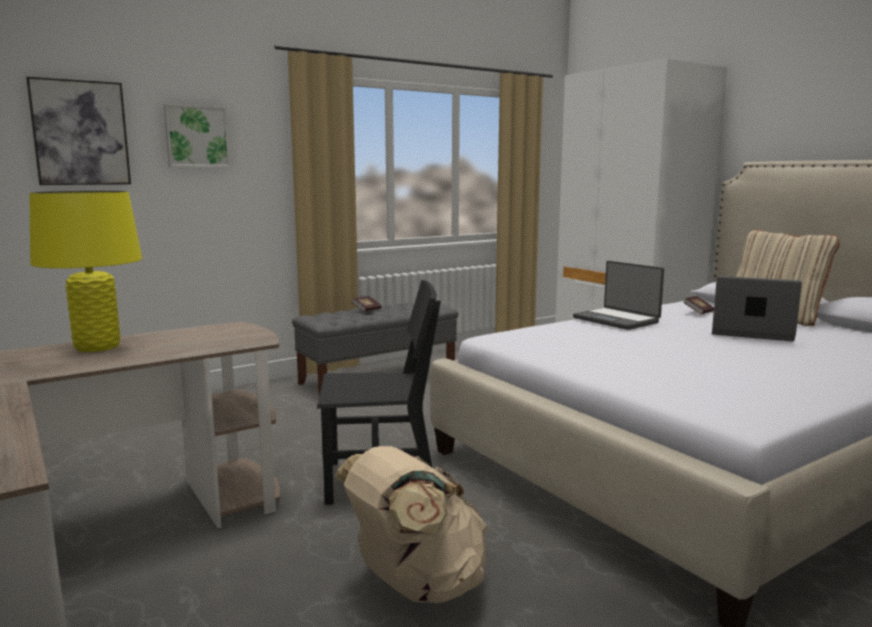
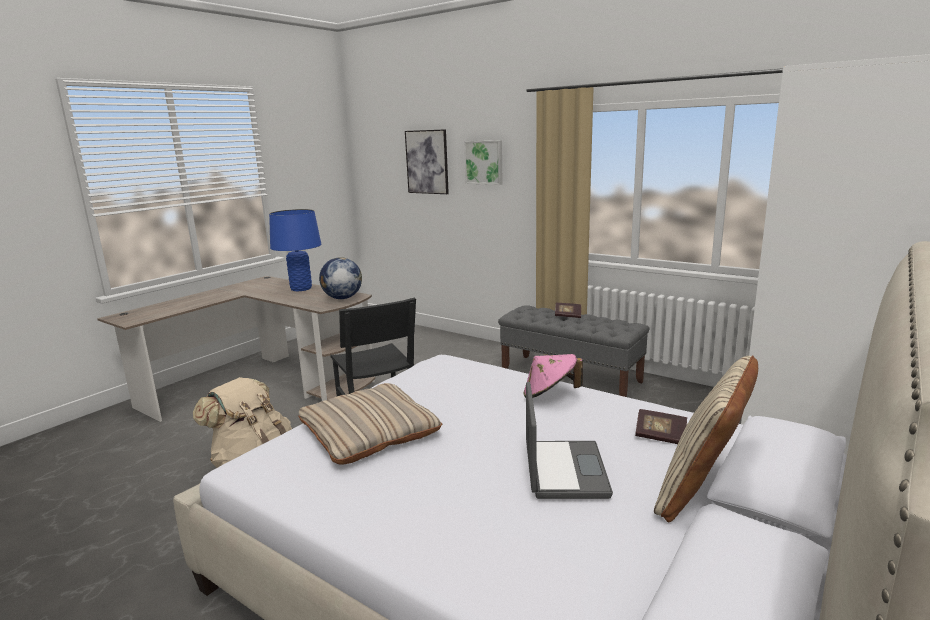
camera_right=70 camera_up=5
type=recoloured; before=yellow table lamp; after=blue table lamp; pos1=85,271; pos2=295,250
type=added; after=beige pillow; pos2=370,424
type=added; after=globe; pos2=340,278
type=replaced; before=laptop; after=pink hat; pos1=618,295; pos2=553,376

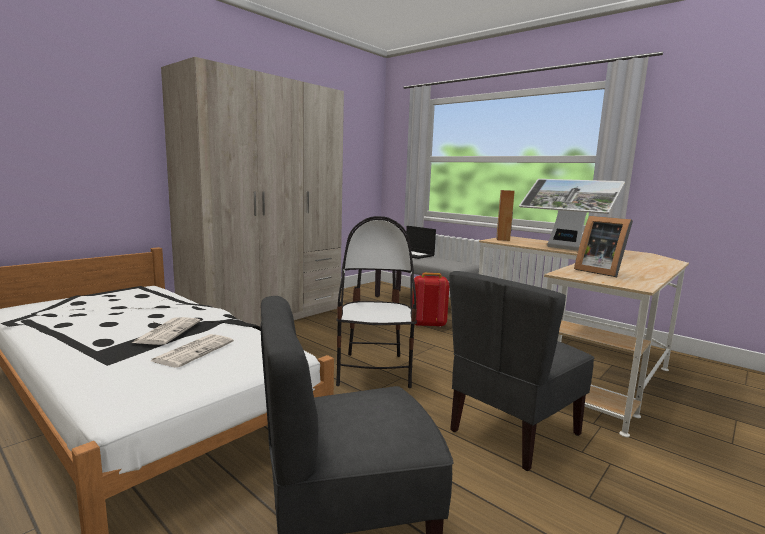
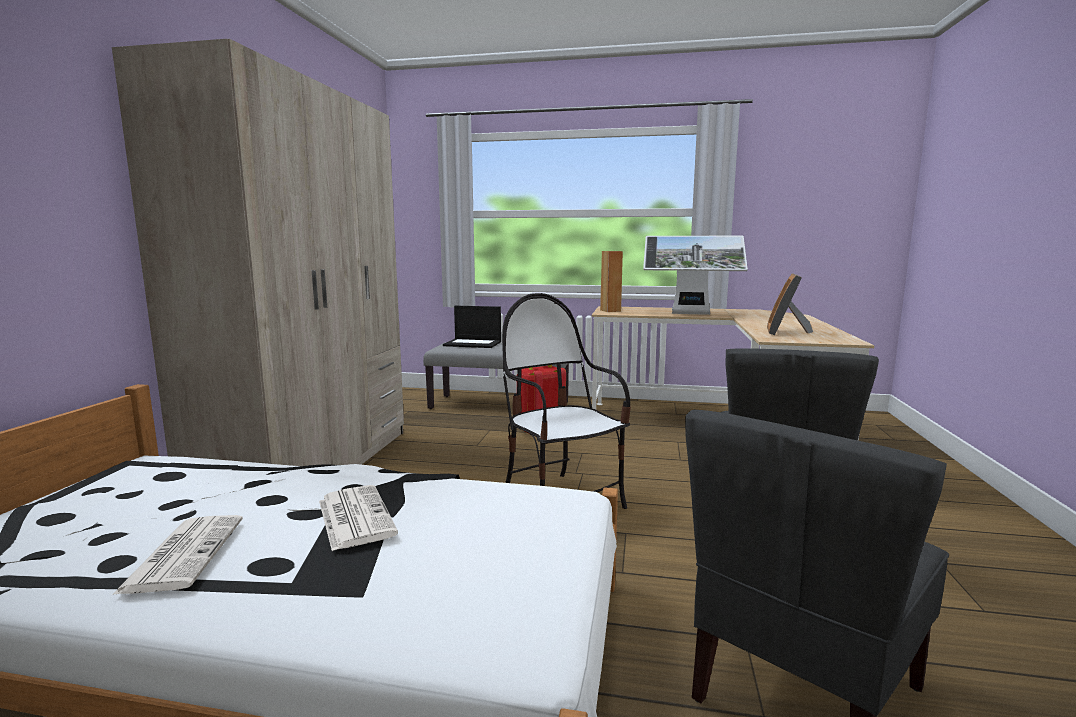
camera_right=-30 camera_up=0
type=moved; before=newspaper; pos1=192,351; pos2=177,555
type=turned; before=picture frame; pos1=603,246; pos2=790,304; turn=90

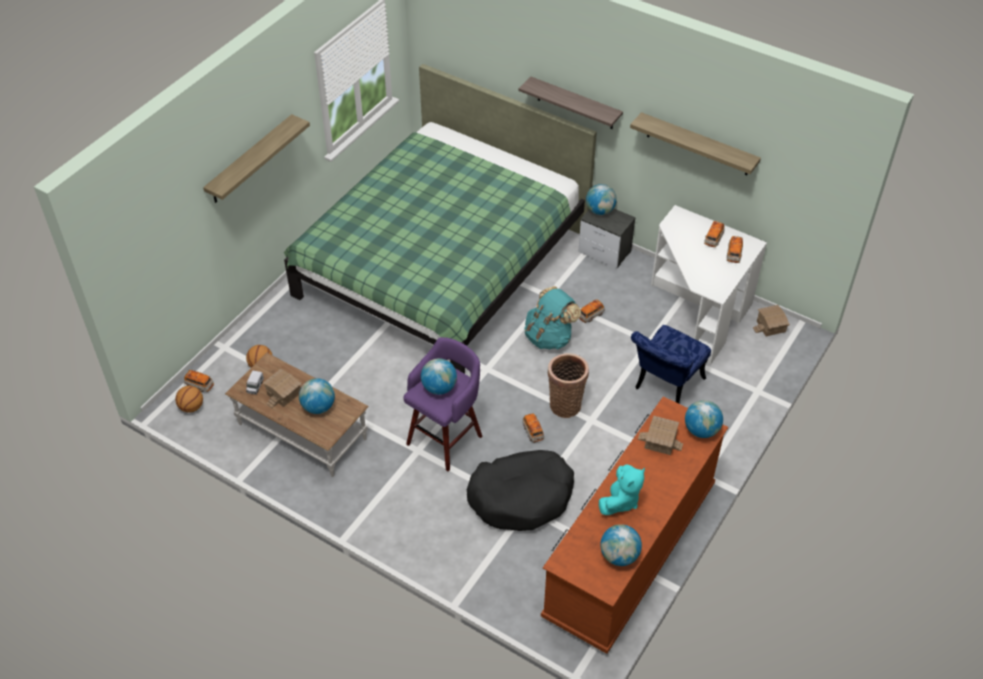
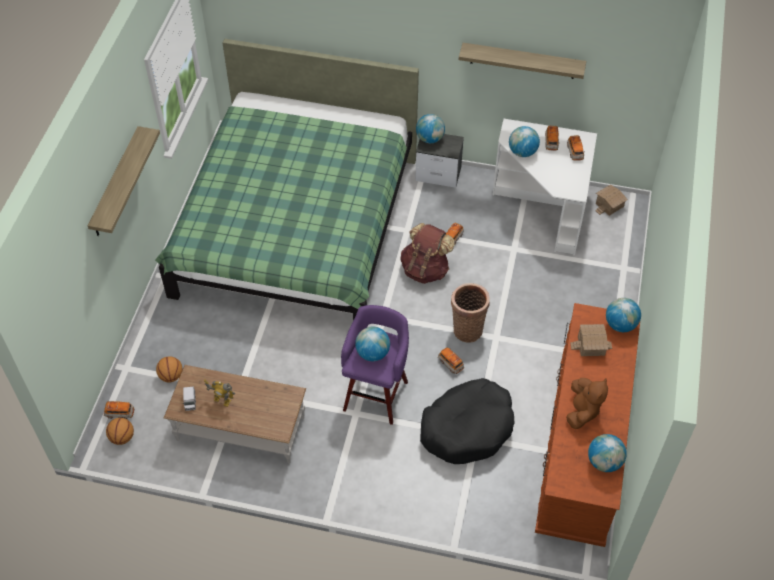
camera_right=-20 camera_up=5
type=replaced; before=toy house; after=toy robot; pos1=282,388; pos2=219,393
type=recoloured; before=turquoise backpack; after=brown backpack; pos1=552,317; pos2=427,253
type=moved; before=globe; pos1=317,396; pos2=524,141
type=recoloured; before=turquoise plush toy; after=brown plush toy; pos1=622,489; pos2=587,403
type=removed; before=shelf; pos1=570,103
type=removed; before=blue chair; pos1=671,364

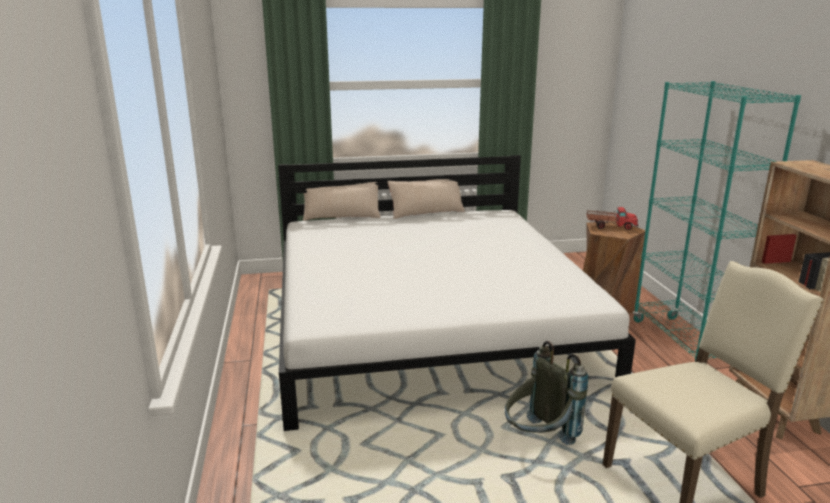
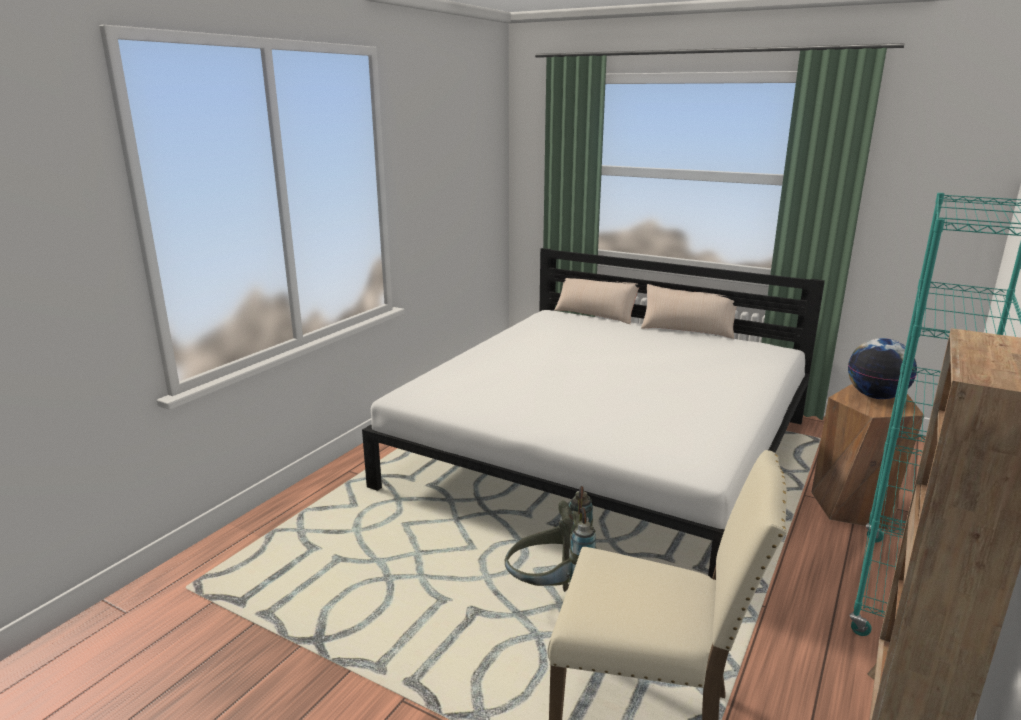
camera_right=40 camera_up=0
type=replaced; before=toy truck; after=globe; pos1=612,218; pos2=882,368

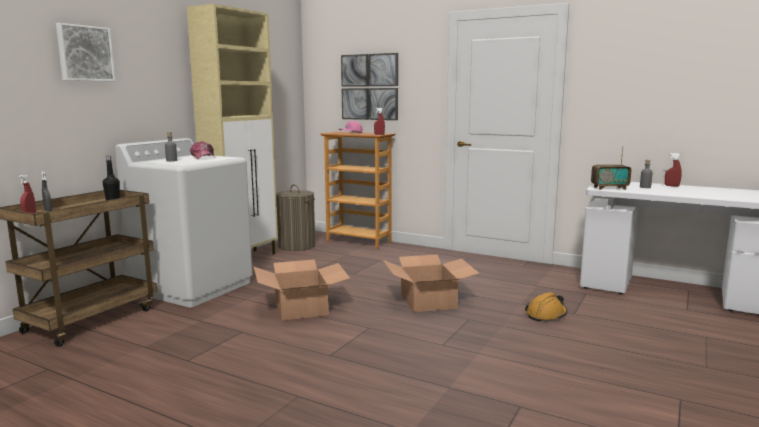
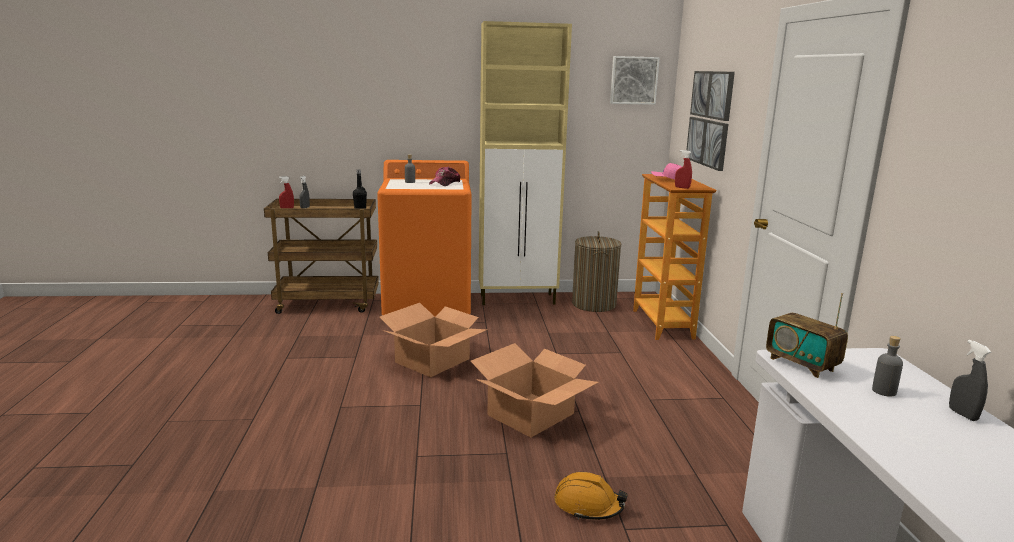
camera_right=55 camera_up=5
type=recoloured; before=white washing machine; after=orange washing machine; pos1=183,223; pos2=424,238
type=moved; before=picture; pos1=85,52; pos2=635,80
type=recoloured; before=red spray bottle; after=grey spray bottle; pos1=673,170; pos2=970,380

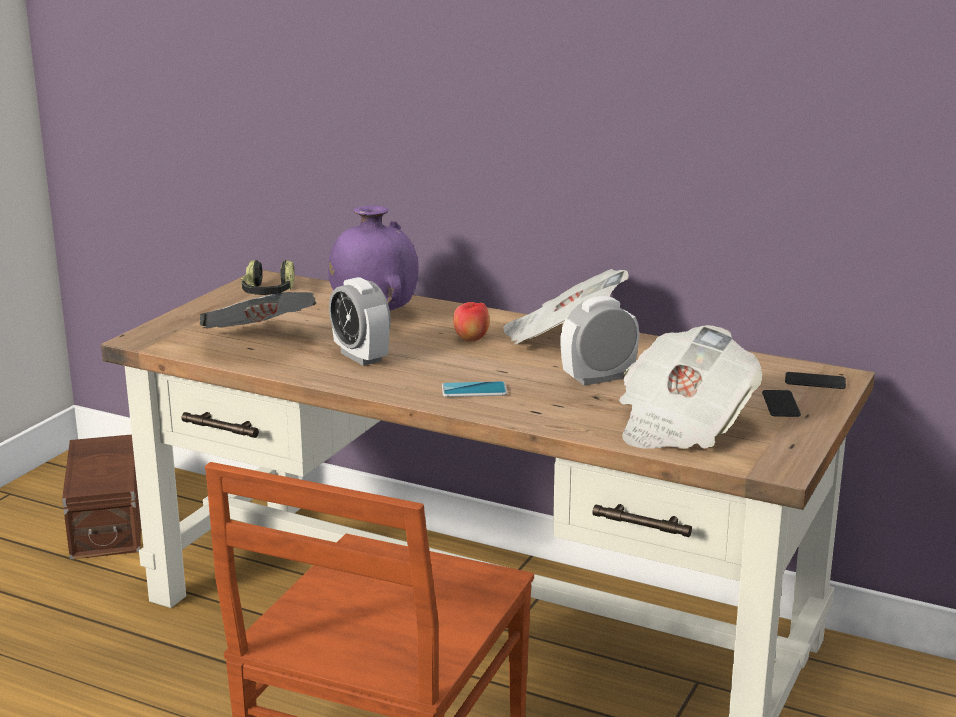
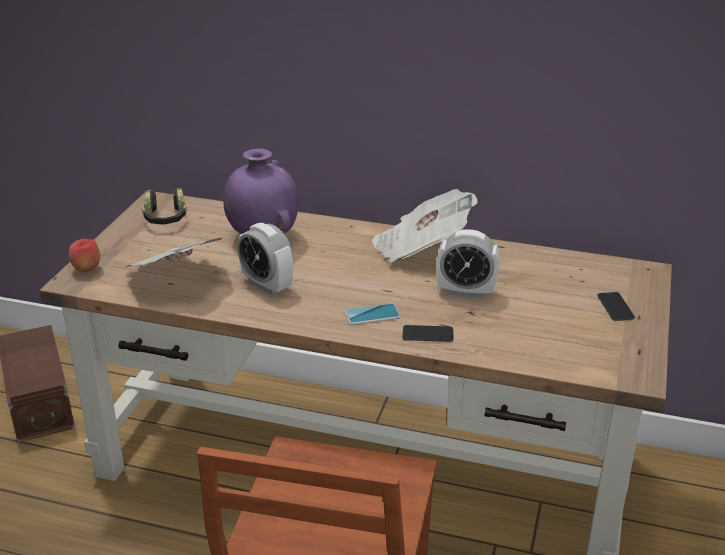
camera_right=-10 camera_up=10
type=moved; before=apple; pos1=471,322; pos2=84,255
type=moved; before=phone; pos1=815,380; pos2=428,333
type=turned; before=alarm clock; pos1=600,341; pos2=468,263; turn=-135
type=removed; before=newspaper; pos1=691,387

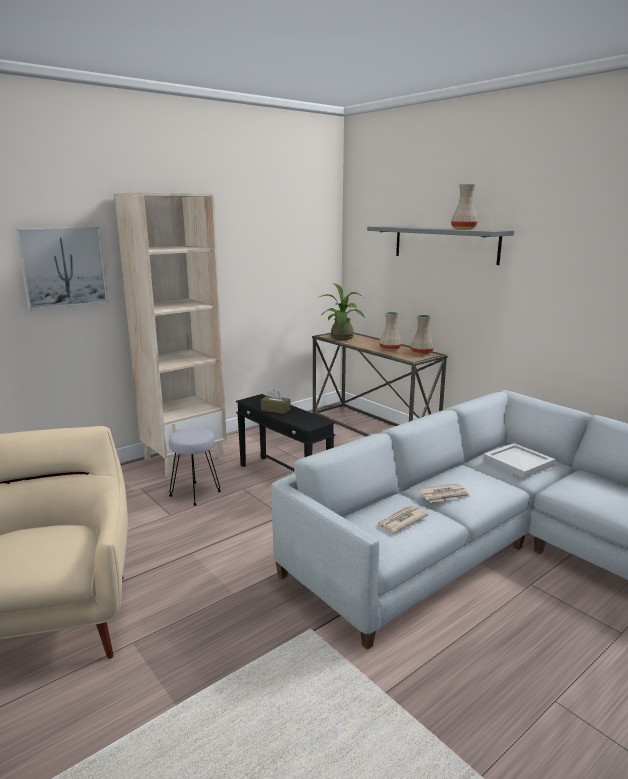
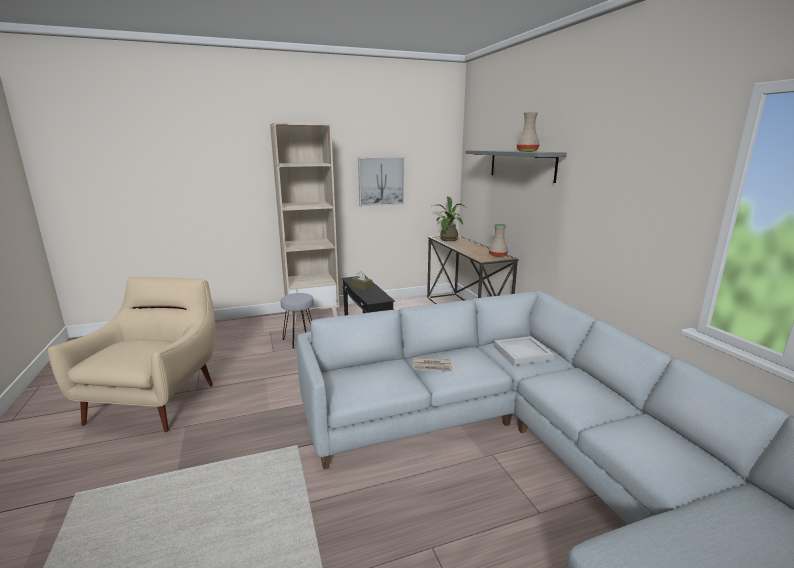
camera_right=20 camera_up=0
type=moved; before=picture; pos1=62,269; pos2=381,181
type=removed; before=newspaper; pos1=403,519
type=removed; before=beige vase; pos1=390,331

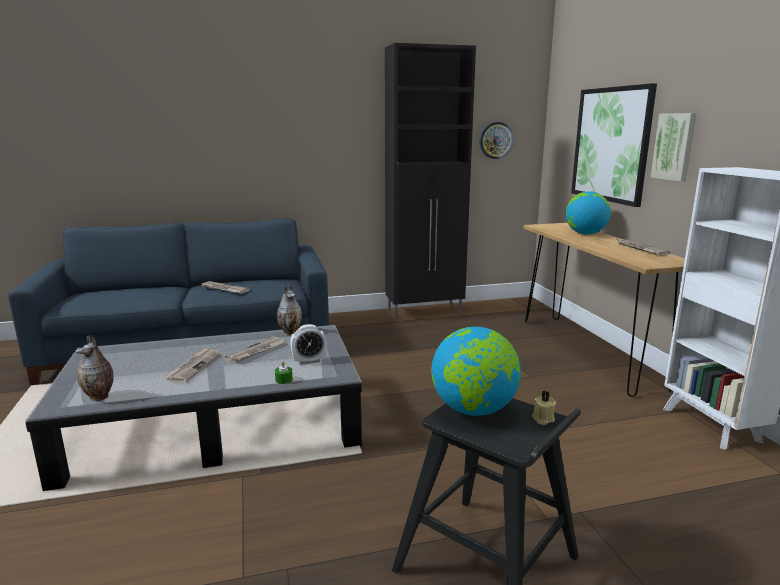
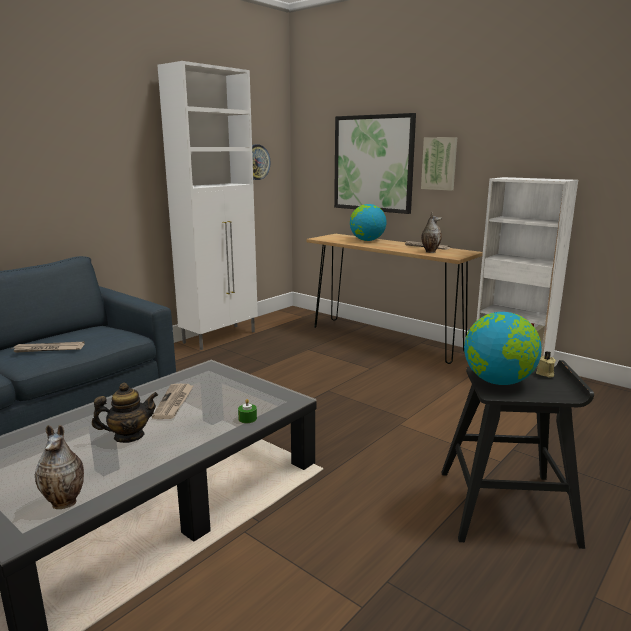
camera_right=-35 camera_up=0
type=replaced; before=newspaper; after=teapot; pos1=192,365; pos2=125,413
type=recoloured; before=black cabinet; after=white cabinet; pos1=430,181; pos2=207,205
type=moved; before=vase; pos1=289,309; pos2=431,232
type=removed; before=alarm clock; pos1=308,344

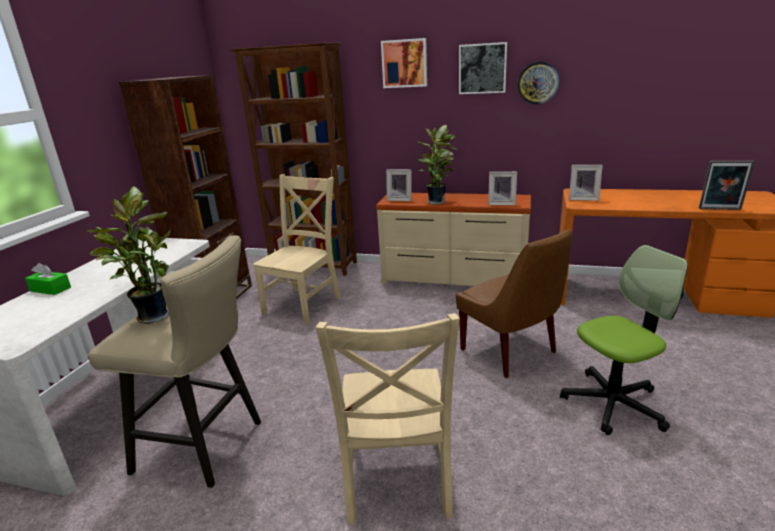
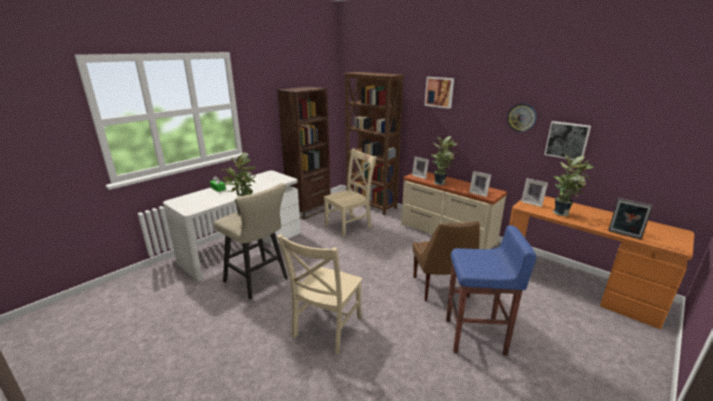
camera_right=25 camera_up=0
type=replaced; before=office chair; after=blue stool; pos1=624,340; pos2=491,290
type=moved; before=picture; pos1=483,68; pos2=567,140
type=added; after=potted plant; pos2=573,184

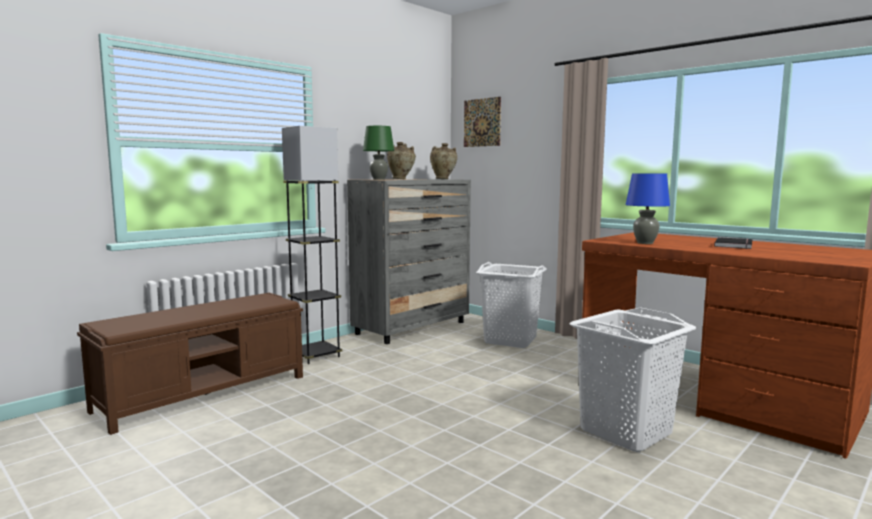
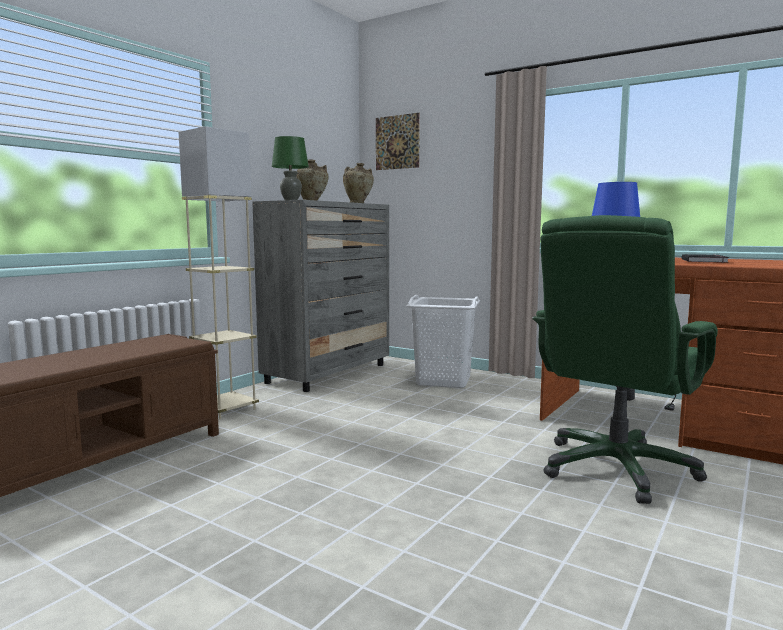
camera_right=-10 camera_up=0
type=recoloured; before=black floor lamp; after=beige floor lamp; pos1=312,245; pos2=219,272
type=replaced; before=white laundry basket; after=green office chair; pos1=633,379; pos2=625,359

